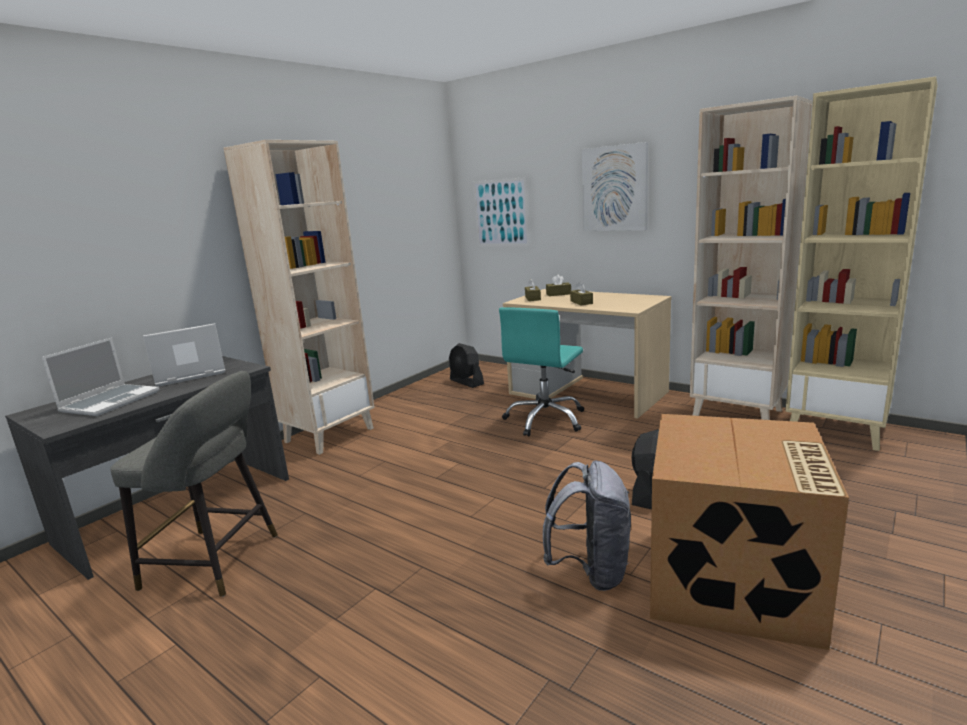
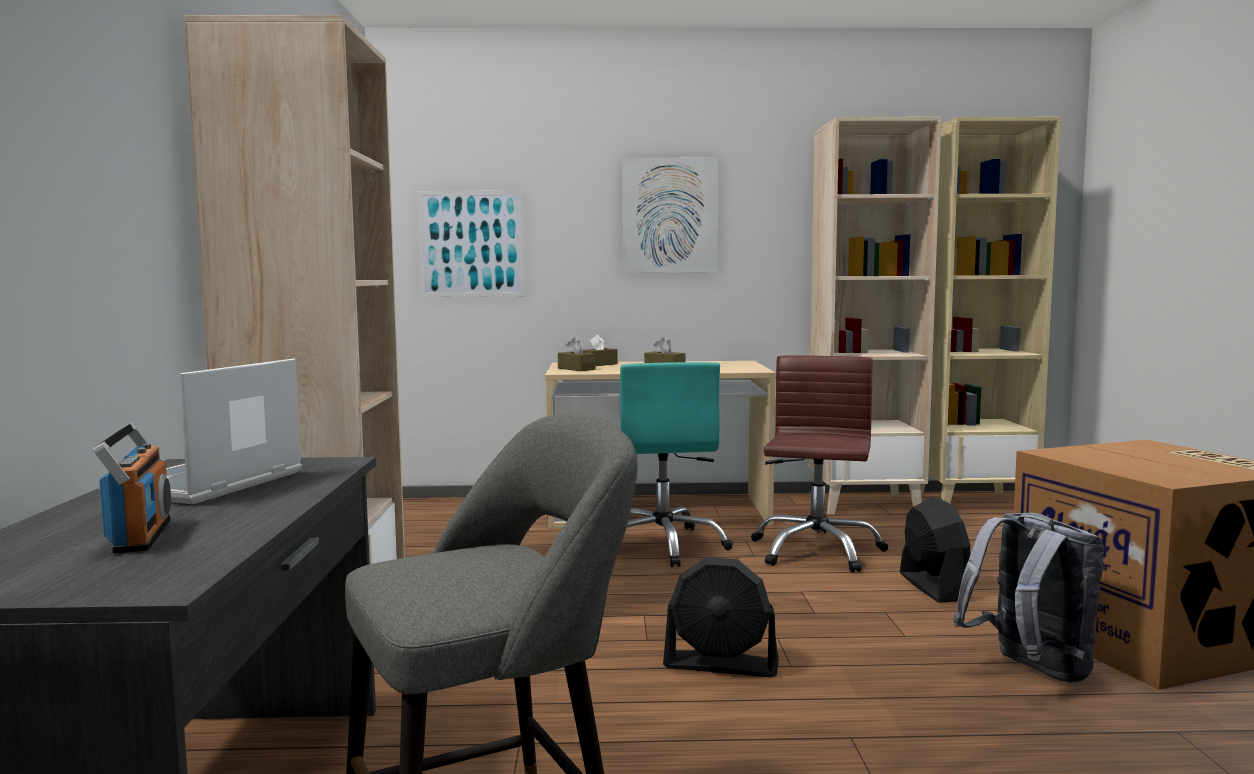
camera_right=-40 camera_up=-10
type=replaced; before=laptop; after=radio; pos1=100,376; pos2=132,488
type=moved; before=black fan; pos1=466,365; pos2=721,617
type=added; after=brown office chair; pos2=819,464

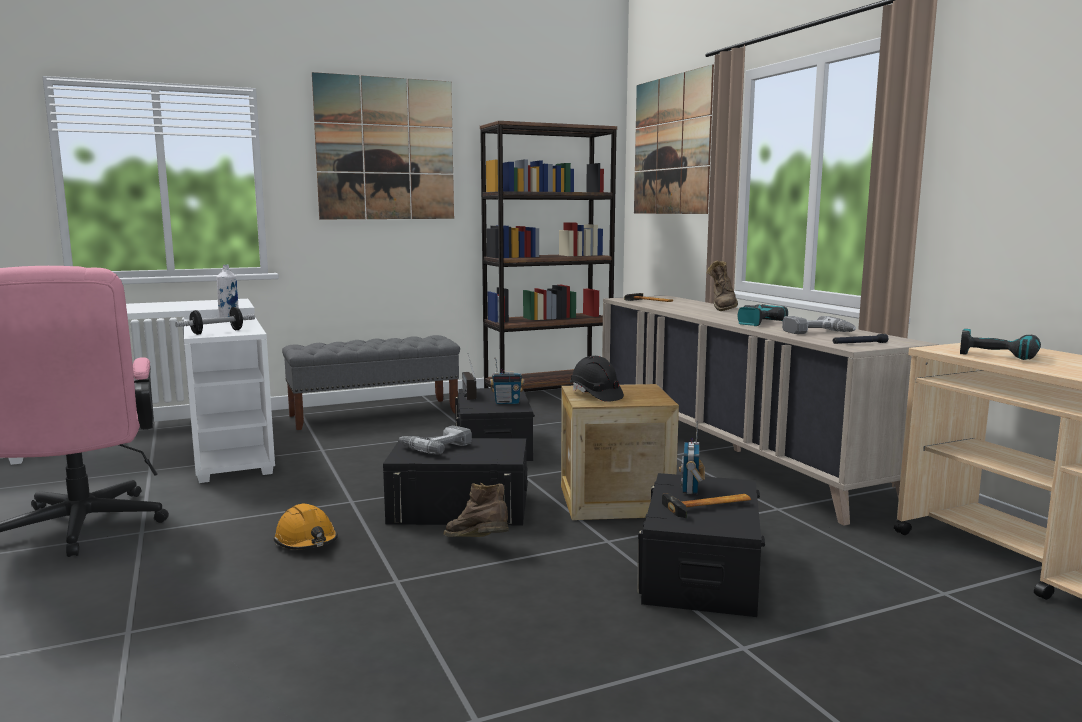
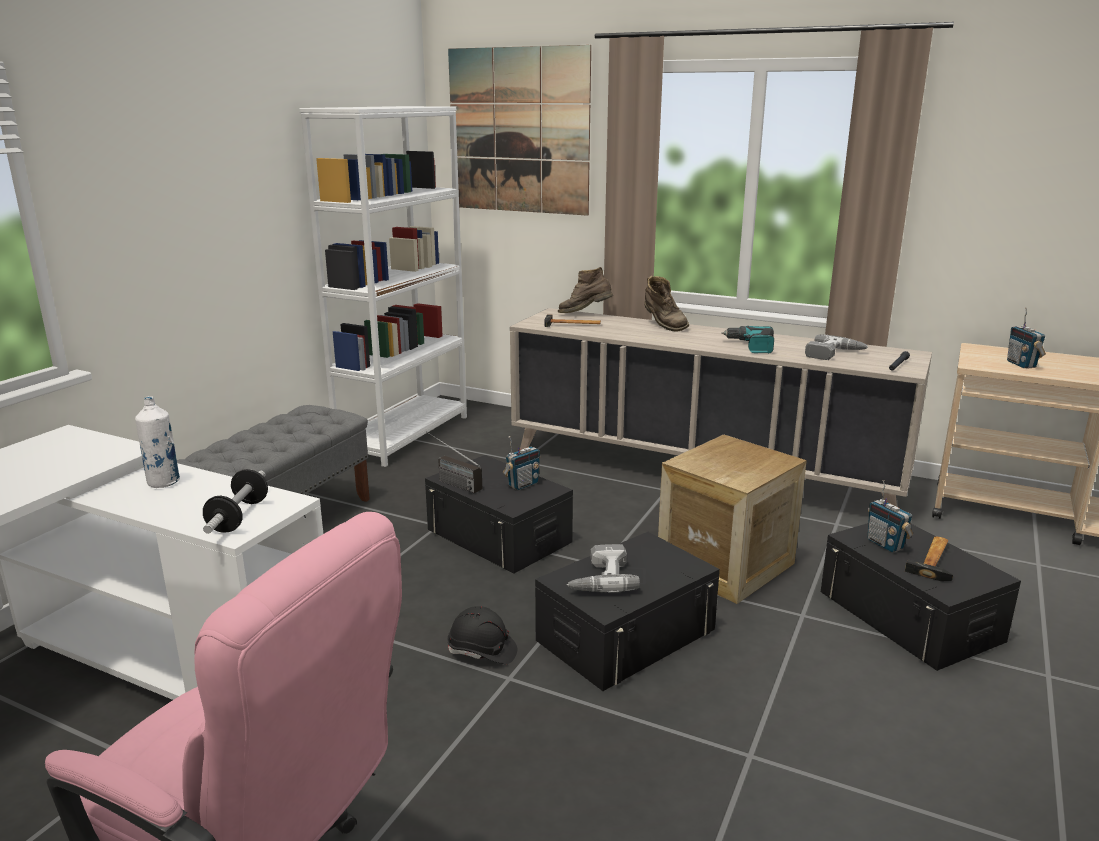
camera_right=-40 camera_up=10
type=recoloured; before=brown bookcase; after=white bookcase; pos1=548,256; pos2=383,286
type=moved; before=black hard hat; pos1=597,379; pos2=482,635
type=moved; before=brown boot; pos1=476,510; pos2=585,290
type=replaced; before=power drill; after=radio; pos1=1000,344; pos2=1026,338
type=removed; before=orange hard hat; pos1=306,526
type=removed; before=picture; pos1=383,145

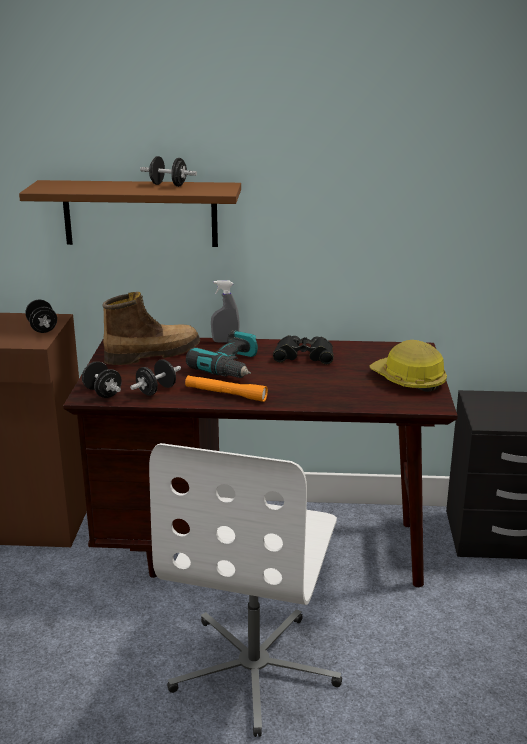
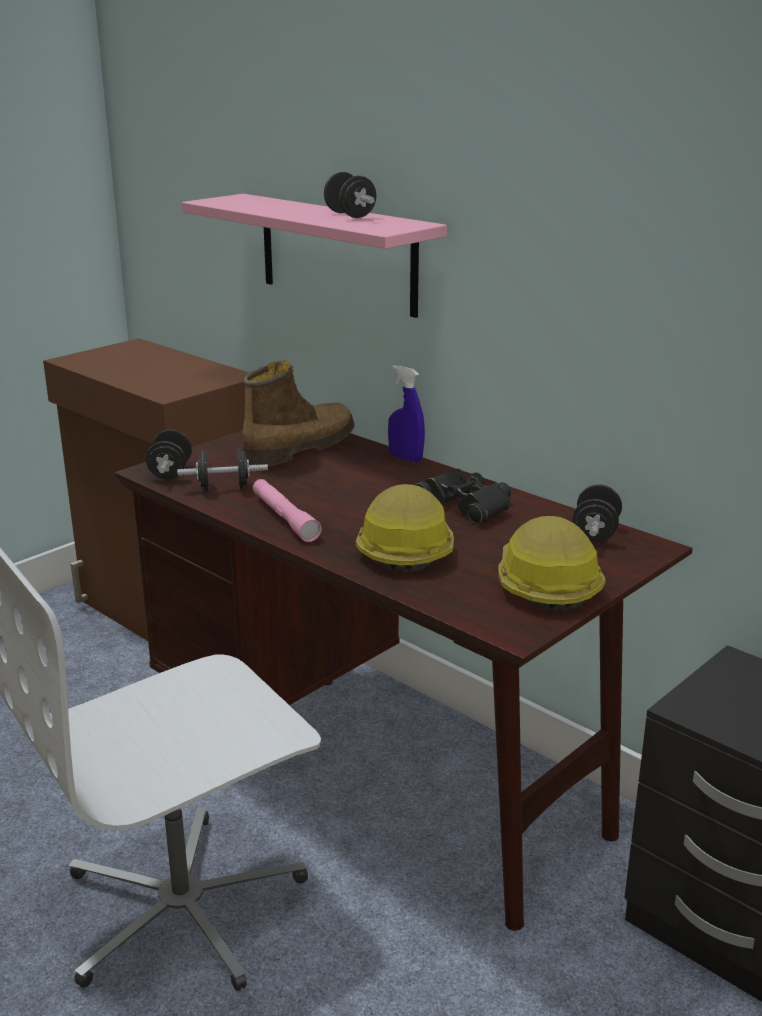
camera_right=40 camera_up=0
type=recoloured; before=brown shelf; after=pink shelf; pos1=130,213; pos2=314,256
type=turned; before=boot; pos1=151,328; pos2=298,413; turn=-60
type=recoloured; before=orange flashlight; after=pink flashlight; pos1=226,388; pos2=287,510
type=added; after=hard hat; pos2=405,528
type=recoloured; before=grey spray bottle; after=blue spray bottle; pos1=225,311; pos2=406,413
type=moved; before=black dumbbell; pos1=41,316; pos2=597,513
type=removed; before=power drill; pos1=222,354

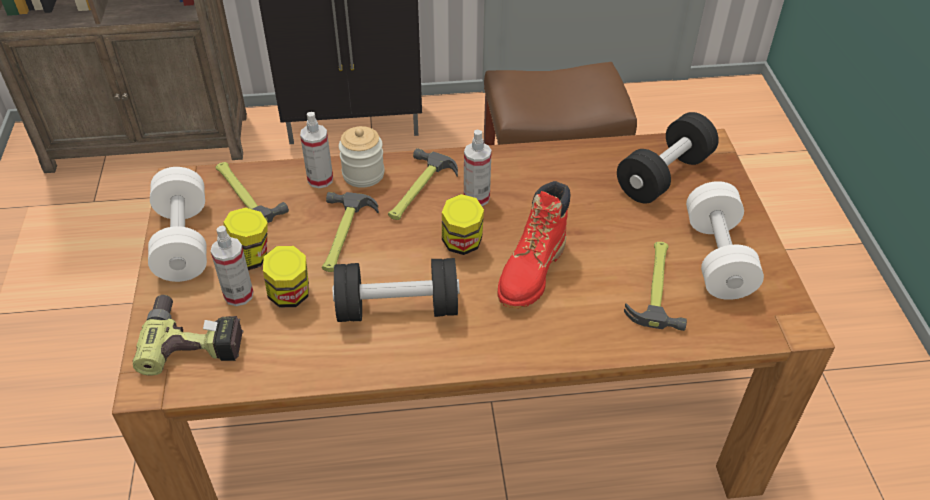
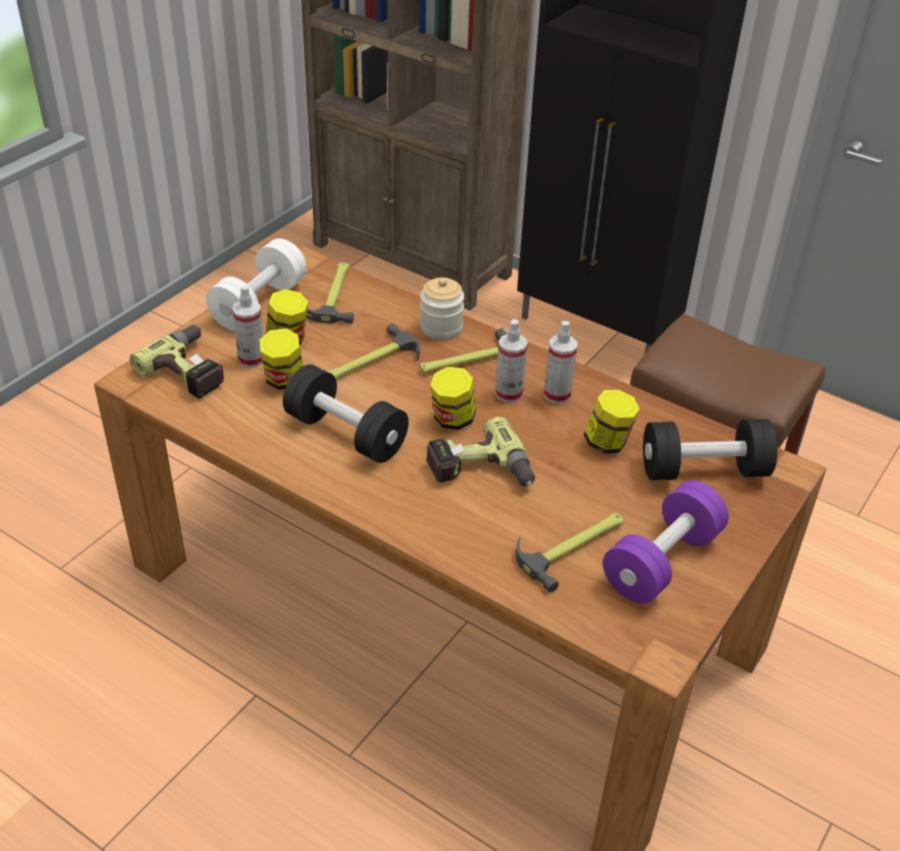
camera_right=40 camera_up=-5
type=replaced; before=red boot; after=power drill; pos1=534,245; pos2=480,451
type=moved; before=spray bottle; pos1=316,150; pos2=560,362
type=added; after=jar; pos2=612,422
type=recoloured; before=white dumbbell; after=purple dumbbell; pos1=725,240; pos2=666,542

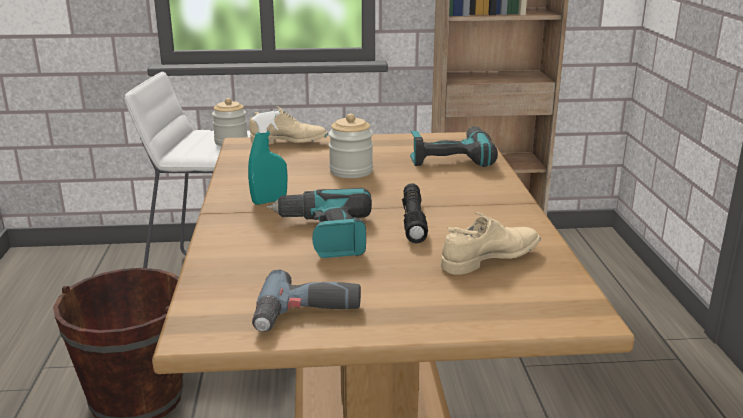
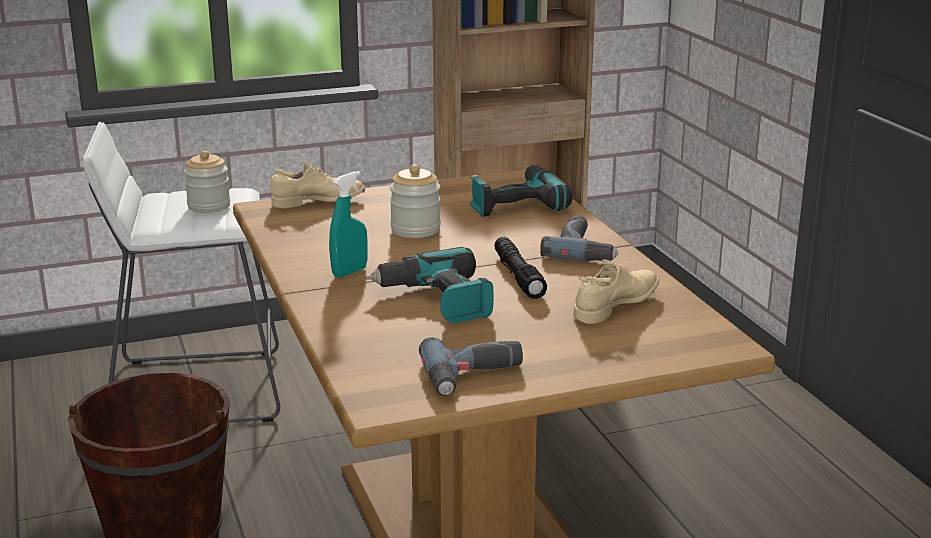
camera_right=-15 camera_up=0
type=added; after=power drill; pos2=579,238

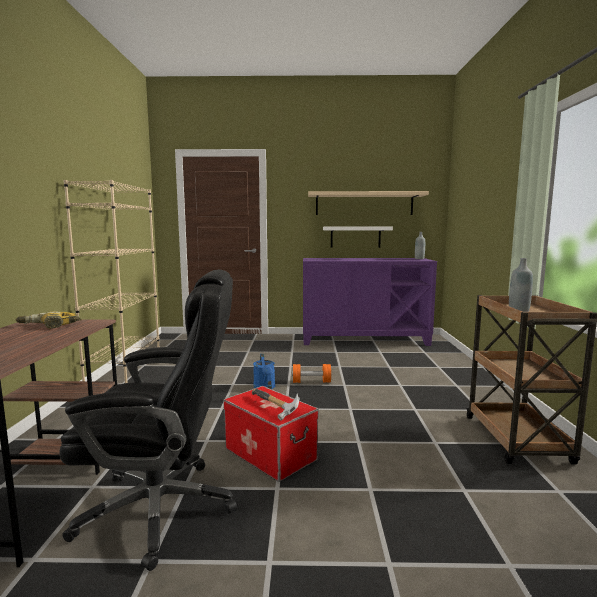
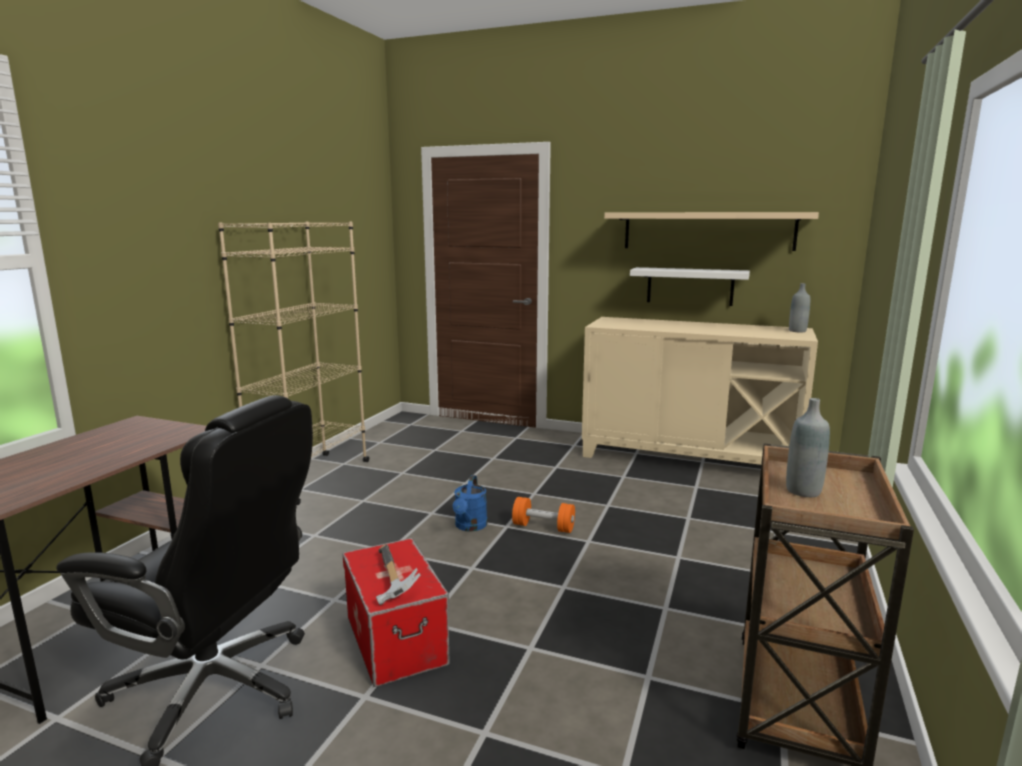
camera_right=20 camera_up=5
type=recoloured; before=purple cabinet; after=beige cabinet; pos1=370,302; pos2=700,391
type=removed; before=power drill; pos1=49,320

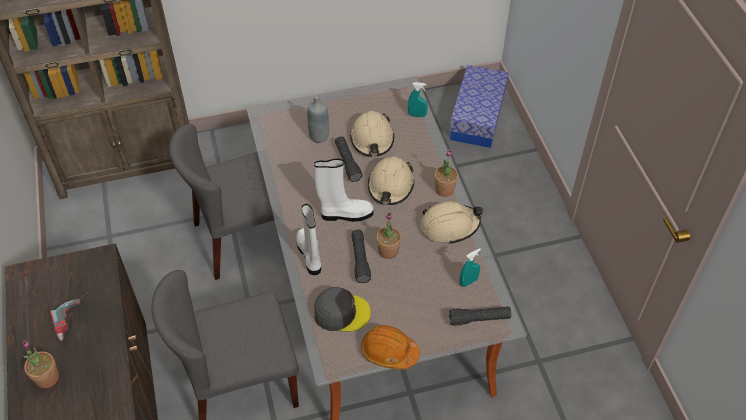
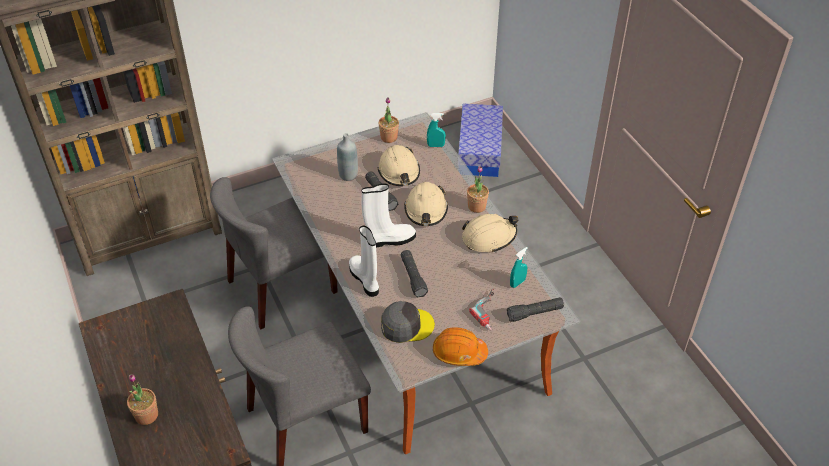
camera_right=-10 camera_up=-5
type=moved; before=potted plant; pos1=388,235; pos2=388,120
type=moved; before=power drill; pos1=70,316; pos2=481,309

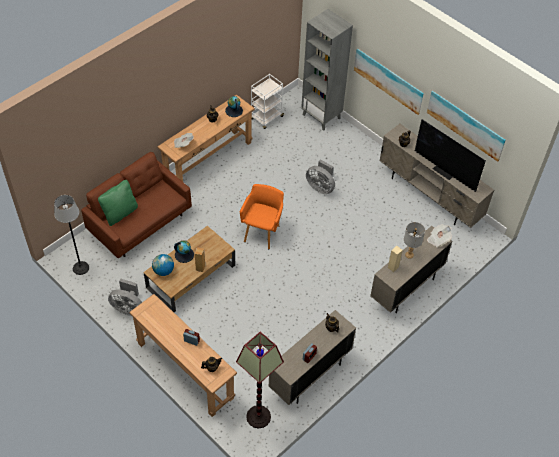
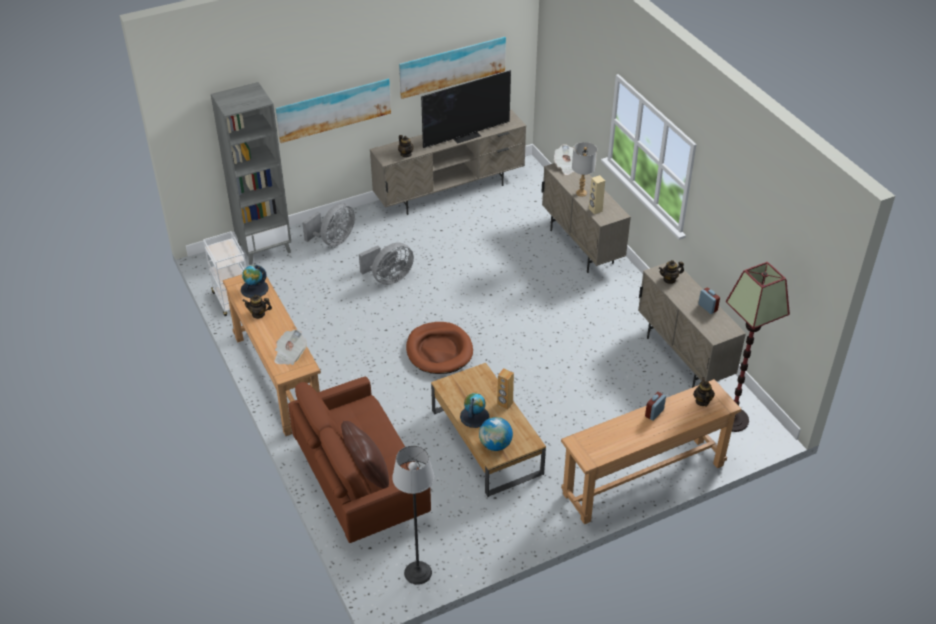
camera_right=-70 camera_up=-10
type=moved; before=grey fan; pos1=125,297; pos2=328,224
type=recoloured; before=green pillow; after=brown pillow; pos1=118,203; pos2=365,454
type=replaced; before=orange armchair; after=brown dog bed; pos1=262,216; pos2=439,348

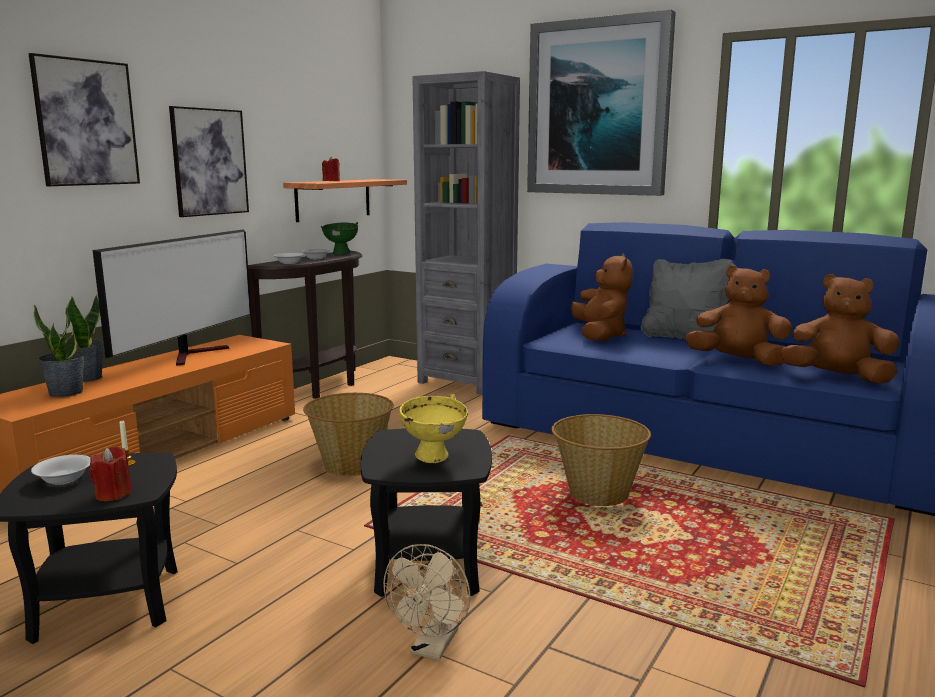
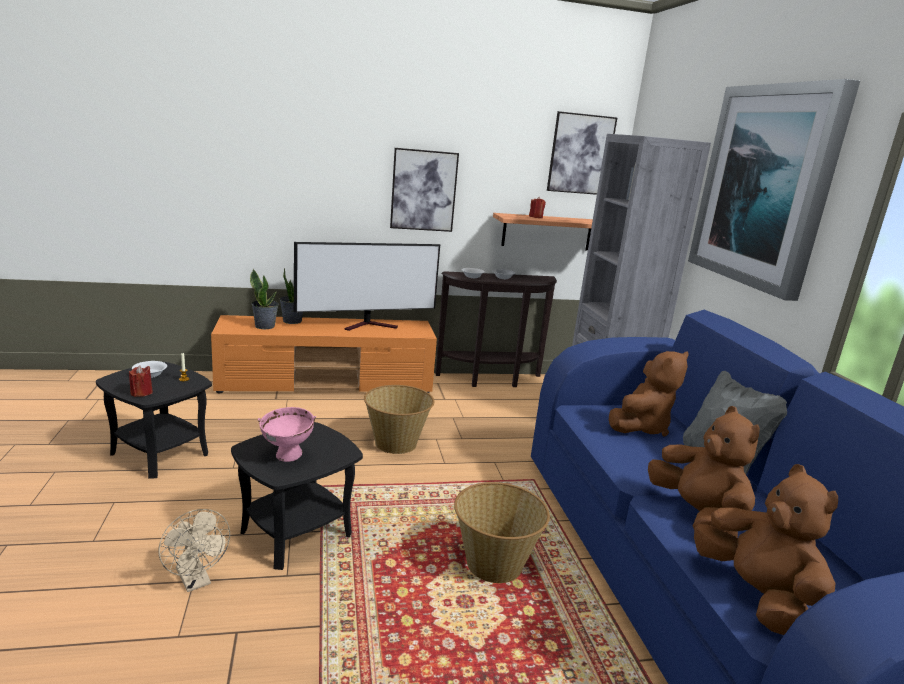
camera_right=45 camera_up=5
type=turned; before=beige fan; pos1=426,602; pos2=194,550; turn=-105
type=recoloured; before=yellow bowl; after=pink bowl; pos1=433,428; pos2=287,434
type=moved; before=picture; pos1=84,119; pos2=582,153
type=removed; before=green bowl; pos1=339,238

